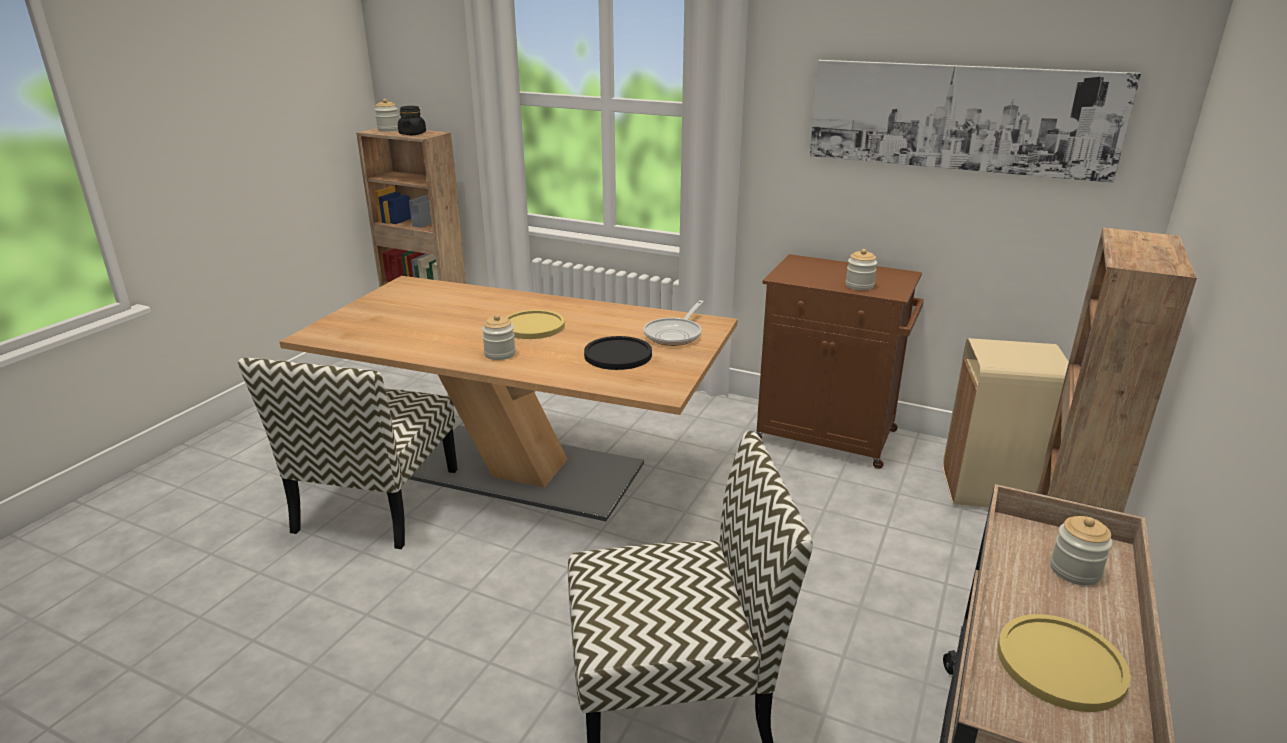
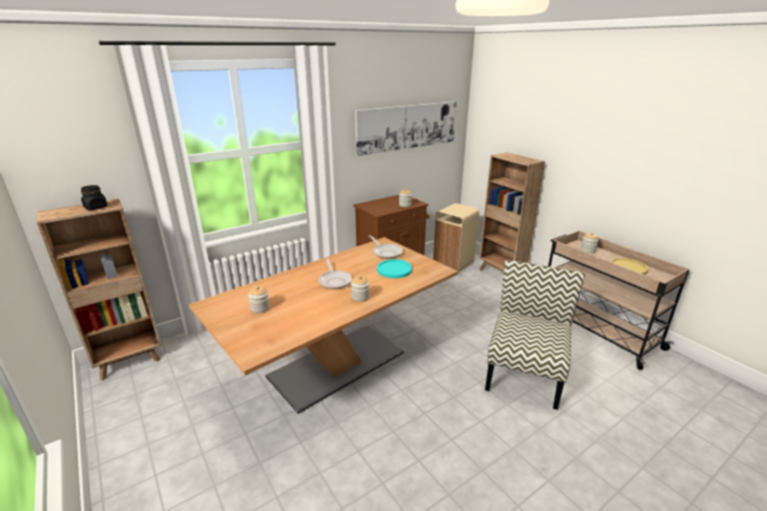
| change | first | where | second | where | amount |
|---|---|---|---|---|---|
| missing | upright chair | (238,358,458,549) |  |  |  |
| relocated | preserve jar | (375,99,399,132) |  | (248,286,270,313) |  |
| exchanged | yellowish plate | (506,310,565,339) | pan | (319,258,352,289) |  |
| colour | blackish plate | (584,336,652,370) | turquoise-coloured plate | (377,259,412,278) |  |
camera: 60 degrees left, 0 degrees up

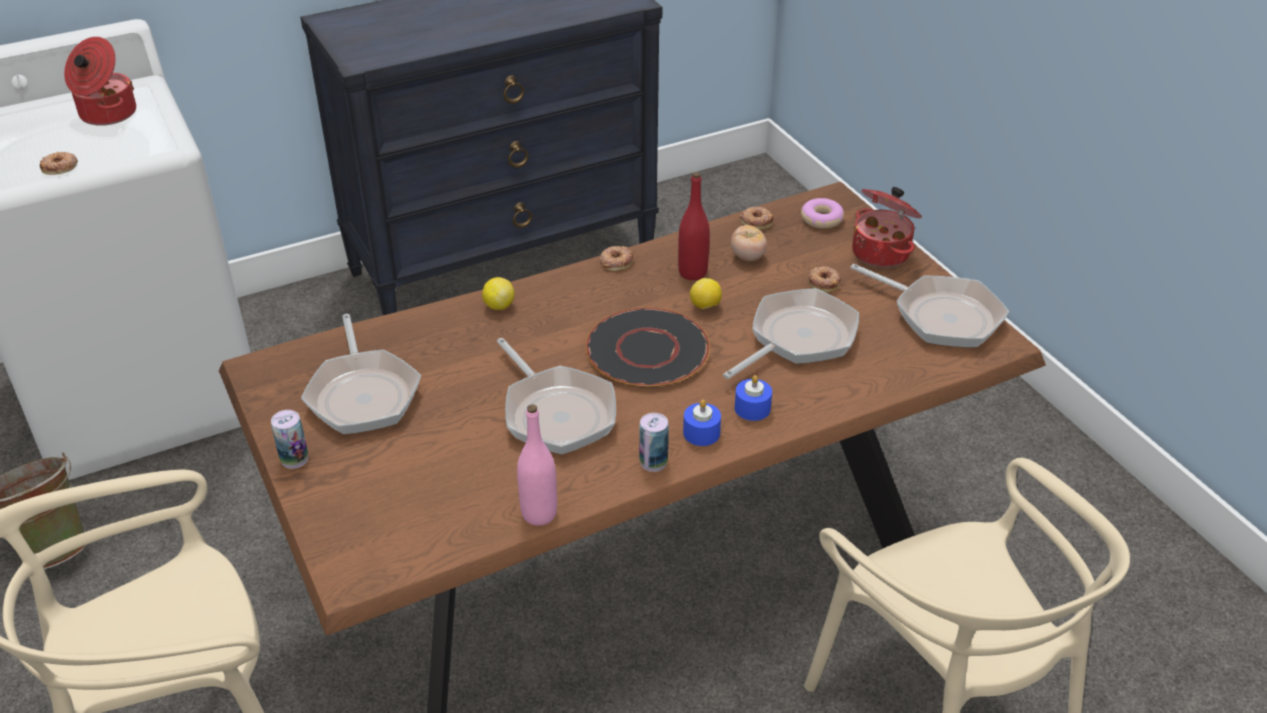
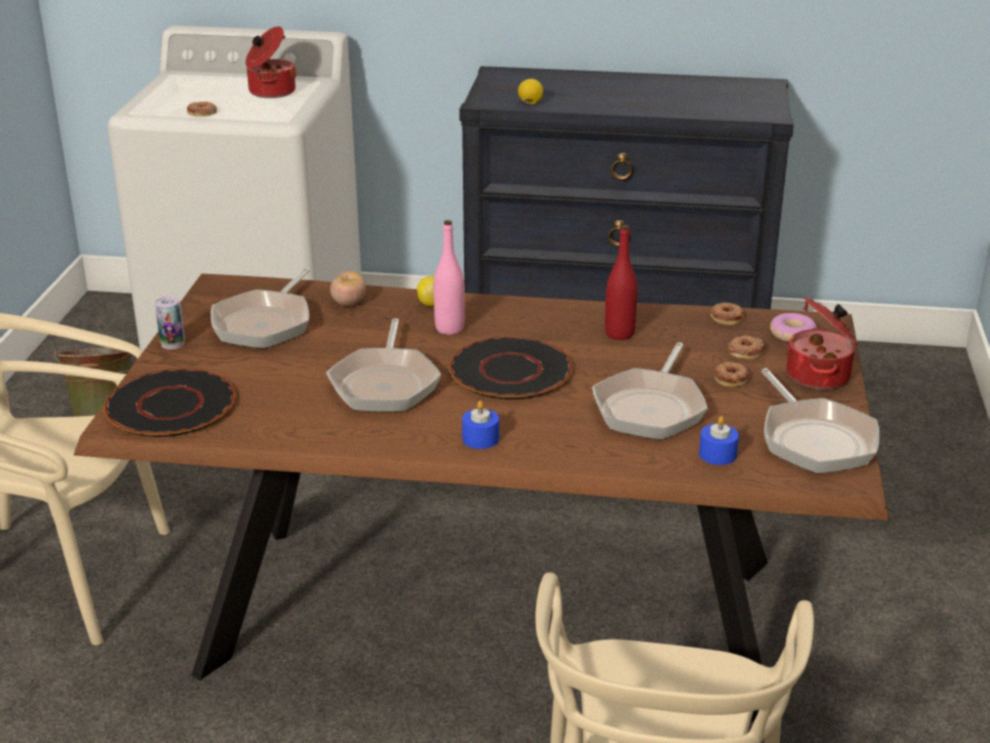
| change | first | where | second | where | amount |
|---|---|---|---|---|---|
| missing | sealed can | (639,413,669,472) |  |  |  |
| appeared |  |  | blackish plate | (104,368,235,437) |  |
| relocated | pink bottle | (517,404,557,526) |  | (434,220,465,335) |  |
| relocated | doughnut | (600,246,633,271) |  | (728,335,765,359) |  |
| relocated | whole lemon | (690,278,722,309) |  | (518,79,543,104) |  |
| relocated | fresh tomato | (731,225,767,261) |  | (330,271,366,306) |  |
| relocated | bluish candle | (735,375,772,421) |  | (699,416,739,465) |  |
| spun | pan | (723,288,859,379) |  | (592,342,708,440) | 120 degrees clockwise |
camera: 35 degrees right, 10 degrees down

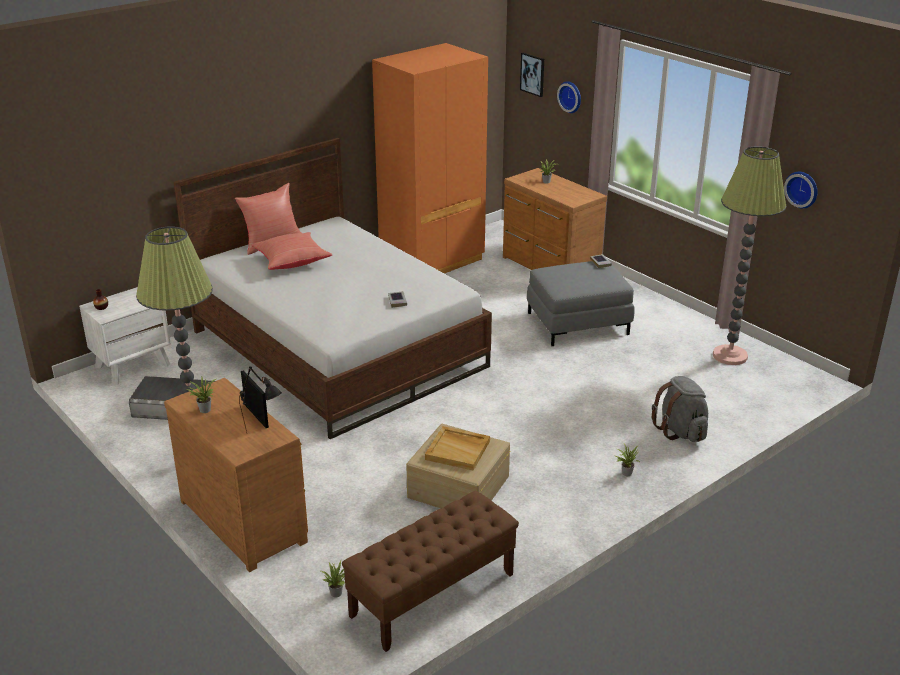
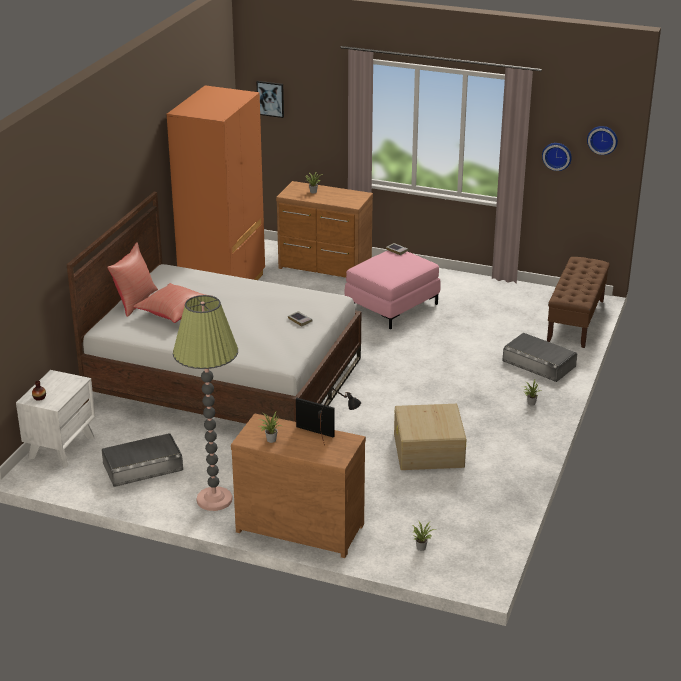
| change | first | where | second | where | amount |
|---|---|---|---|---|---|
| missing | sand-coloured tray | (425,426,490,471) |  |  |  |
| missing | standard lamp | (713,146,786,365) |  |  |  |
| relocated | brownish long seat | (342,490,519,652) |  | (547,257,610,348) |  |
| relocated | hanging clock | (557,81,581,113) |  | (587,126,618,155) |  |
| exchanged | grey knapsack | (652,376,708,442) | grey storage box | (502,333,577,382) |  |
| colour | grey pouffe | (527,261,635,346) | pink pouffe | (345,250,441,329) |  |
camera: 30 degrees left, 0 degrees up

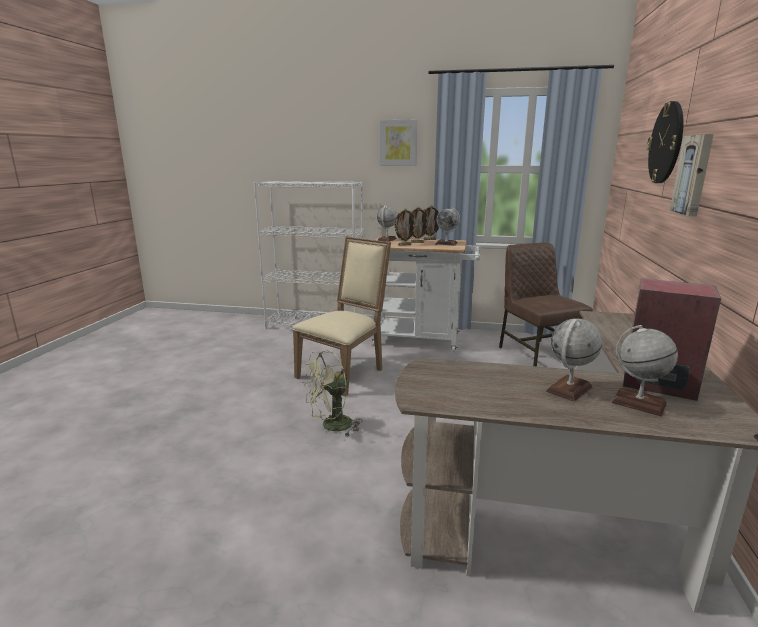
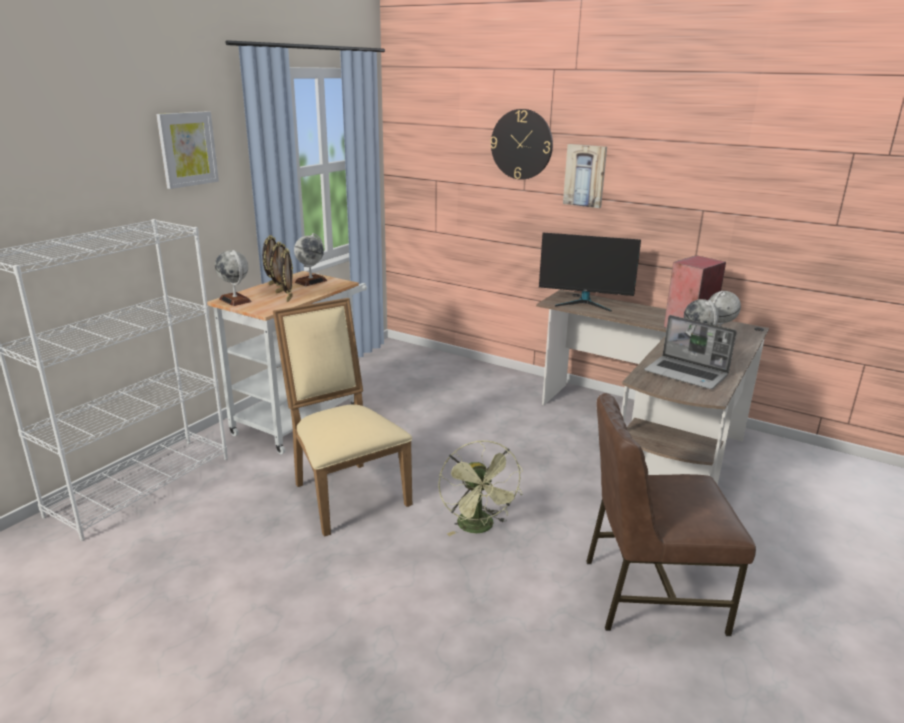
| change | first | where | second | where | amount |
|---|---|---|---|---|---|
| appeared |  |  | computer display | (539,233,641,312) |  |
| appeared |  |  | notebook computer | (644,315,737,389) |  |
| relocated | brownish upright chair | (499,243,593,366) |  | (586,393,756,636) |  |
camera: 70 degrees left, 5 degrees up

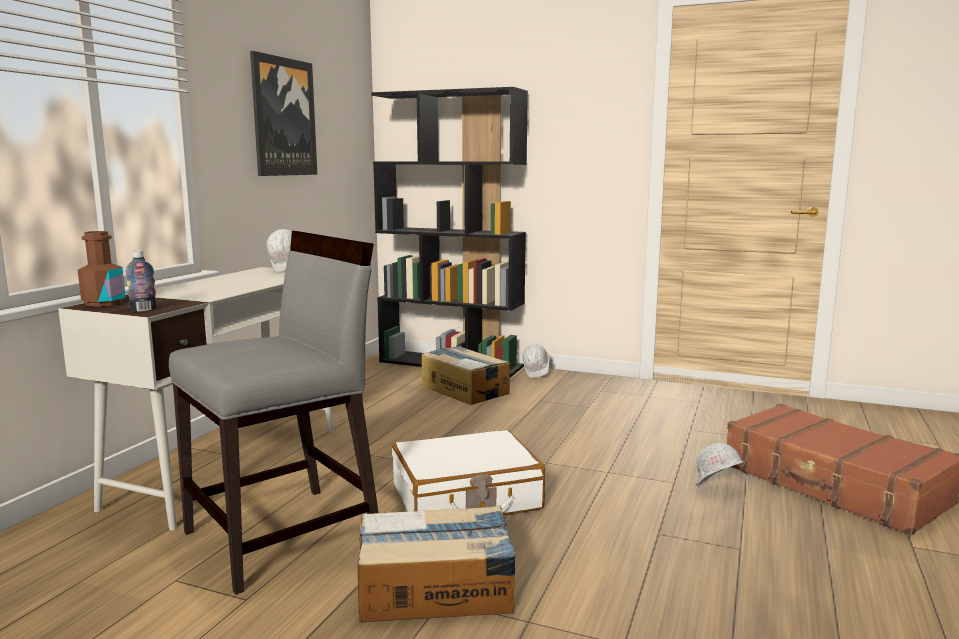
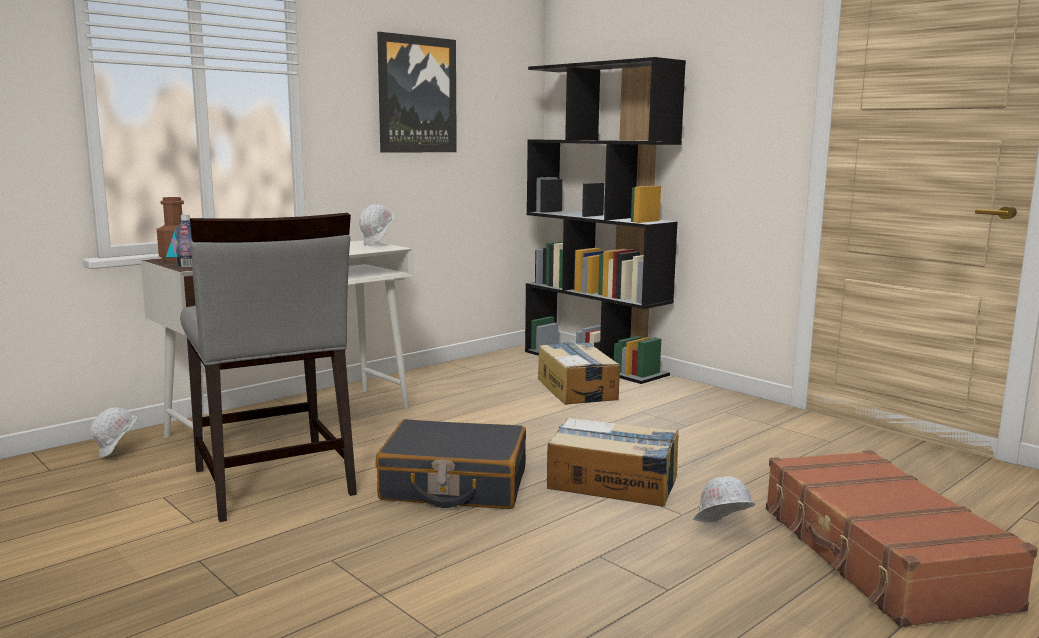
| change | first | where | second | where | amount |
|---|---|---|---|---|---|
| relocated | packing box | (357,505,515,622) |  | (547,418,679,507) |  |
| relocated | white-coloured work helmet | (523,344,550,378) |  | (91,407,137,457) |  |
| colour | white-coloured suitcase | (392,430,545,515) | blackish suitcase | (375,419,526,509) |  |
| spun | grey upright chair | (169,231,378,594) |  | (180,213,357,522) | 75 degrees clockwise |
camera: 25 degrees right, 0 degrees up

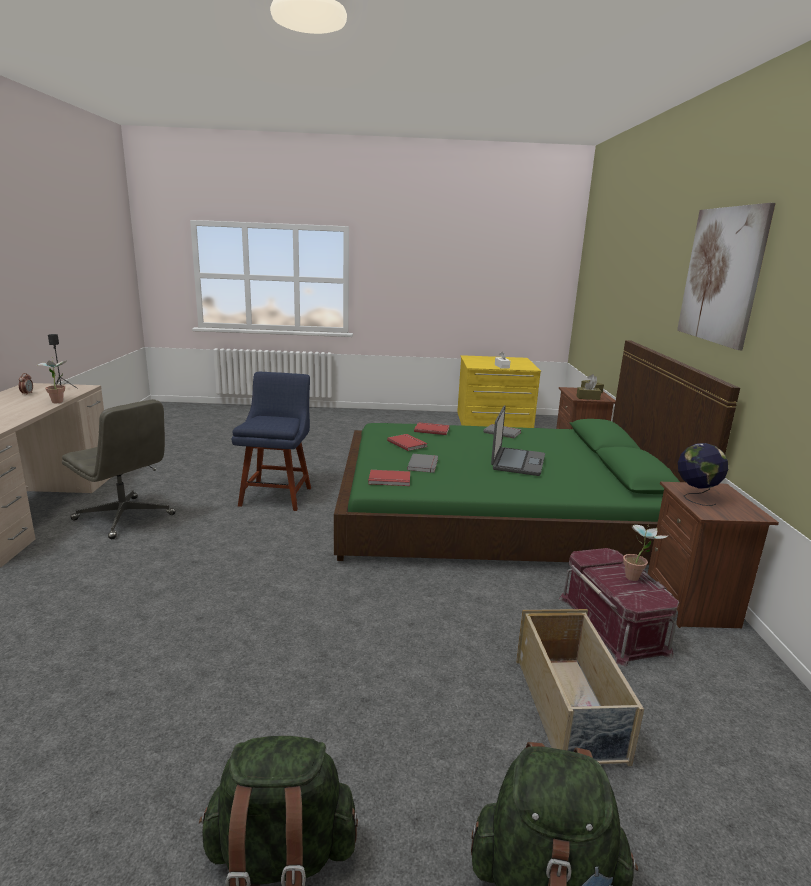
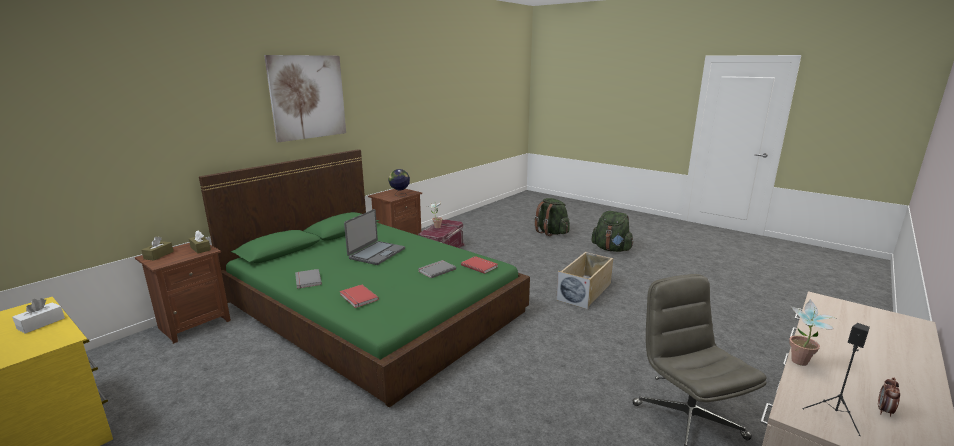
| change | first | where | second | where | amount |
|---|---|---|---|---|---|
| missing | bluish upright chair | (232,372,311,511) |  |  |  |
| missing | red volume | (387,434,428,451) |  |  |  |
| relocated | sand-coloured storage box | (516,609,644,766) |  | (556,252,613,309) |  |
| spun | notebook computer | (491,405,545,476) |  | (344,209,405,265) | 150 degrees clockwise |
camera: 140 degrees left, 0 degrees up

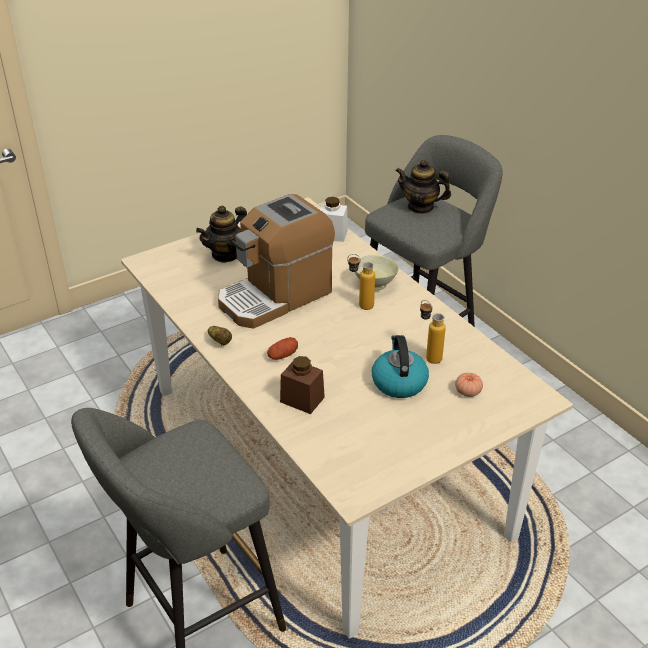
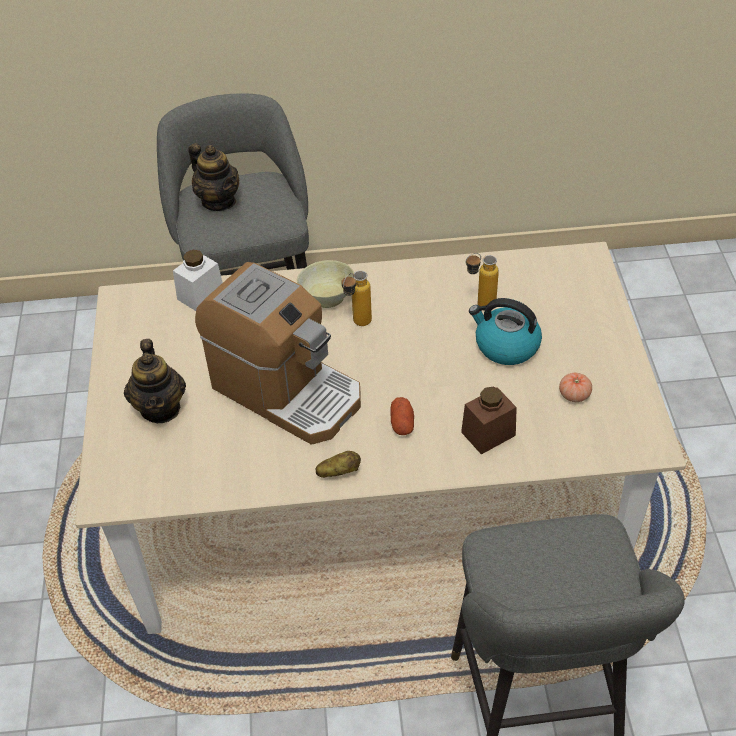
| change | first | where | second | where | amount |
|---|---|---|---|---|---|
| relocated | fresh tomato | (455,373,483,397) |  | (559,373,592,402) |  |
| spun | coffee maker | (218,194,335,329) |  | (195,262,361,445) | 45 degrees counterclockwise |
| spun | teapot | (395,160,451,214) |  | (188,143,239,211) | 90 degrees counterclockwise |
camera: 60 degrees left, 10 degrees up

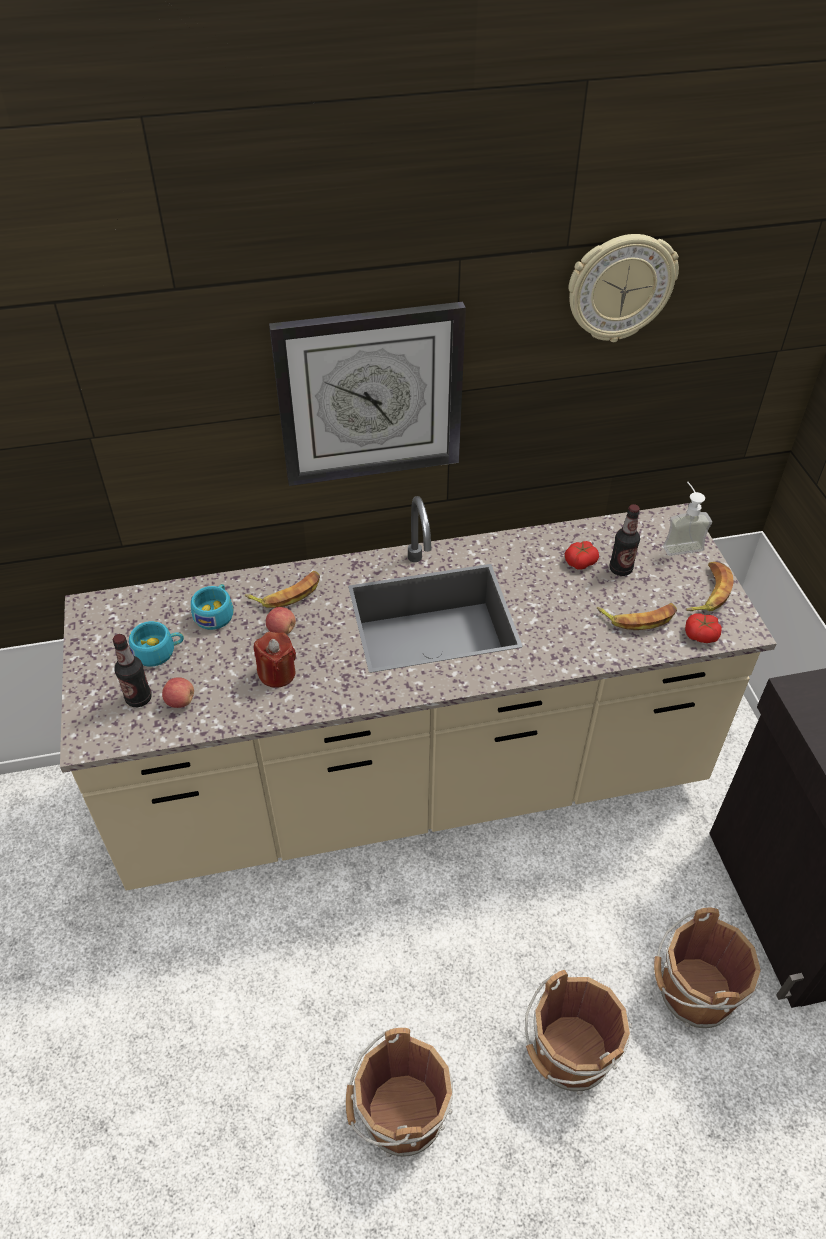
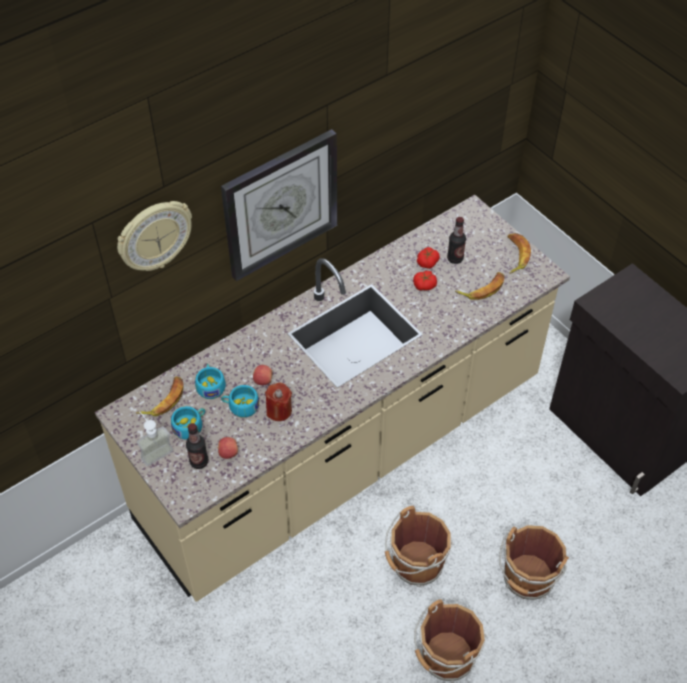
| change | first | where | second | where | amount |
|---|---|---|---|---|---|
| appeared |  |  | turquoise-coloured drinking cup | (221,385,259,417) |  |
| relocated | banana fruit | (245,571,320,608) |  | (136,376,183,416) |  |
| relocated | hanging clock | (568,234,679,342) |  | (117,201,192,271) |  |
| relocated | brownish pail | (654,908,761,1028) |  | (385,506,454,587) |  |
| relocated | liquid soap bottle | (663,482,712,556) |  | (137,411,173,466) |  |
| relocated | fresh tomato | (685,613,722,643) |  | (413,271,437,291) |  |
camera: 25 degrees left, 5 degrees up

